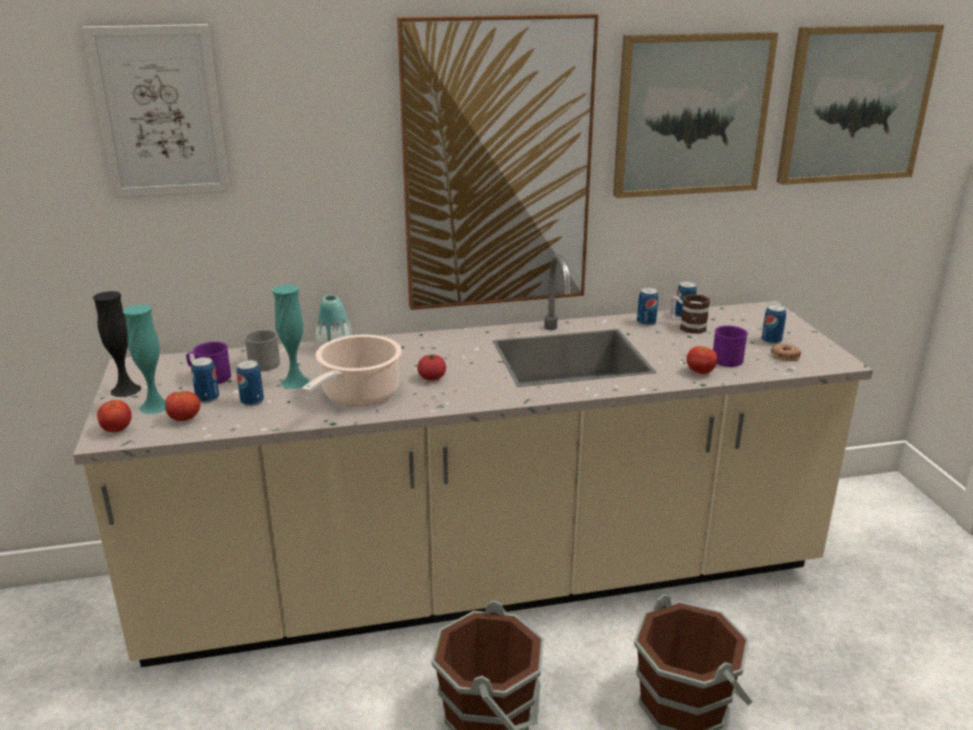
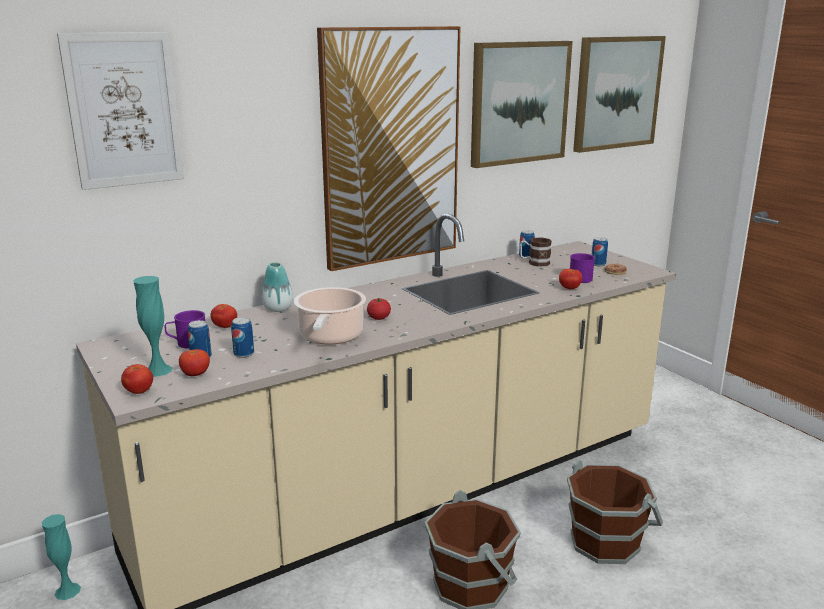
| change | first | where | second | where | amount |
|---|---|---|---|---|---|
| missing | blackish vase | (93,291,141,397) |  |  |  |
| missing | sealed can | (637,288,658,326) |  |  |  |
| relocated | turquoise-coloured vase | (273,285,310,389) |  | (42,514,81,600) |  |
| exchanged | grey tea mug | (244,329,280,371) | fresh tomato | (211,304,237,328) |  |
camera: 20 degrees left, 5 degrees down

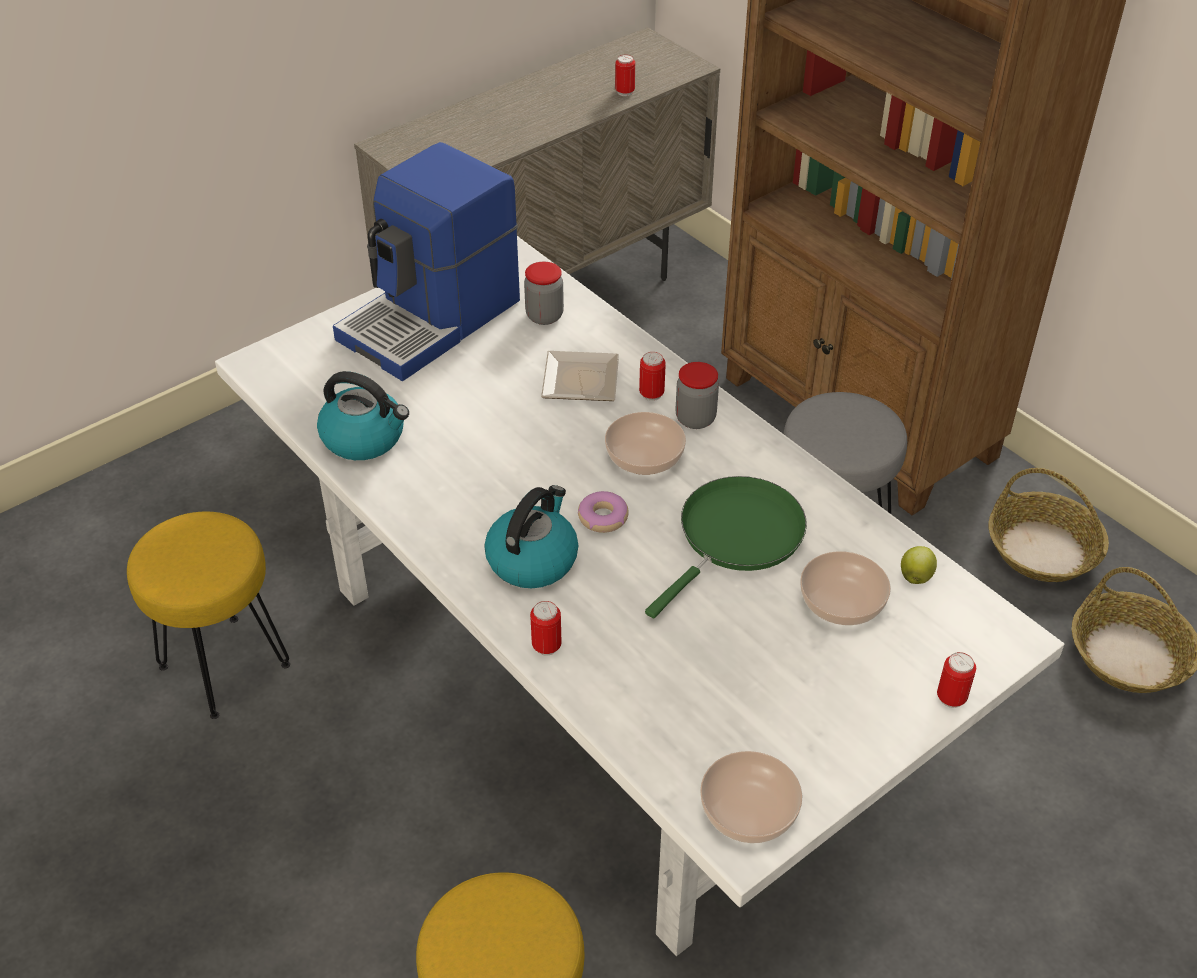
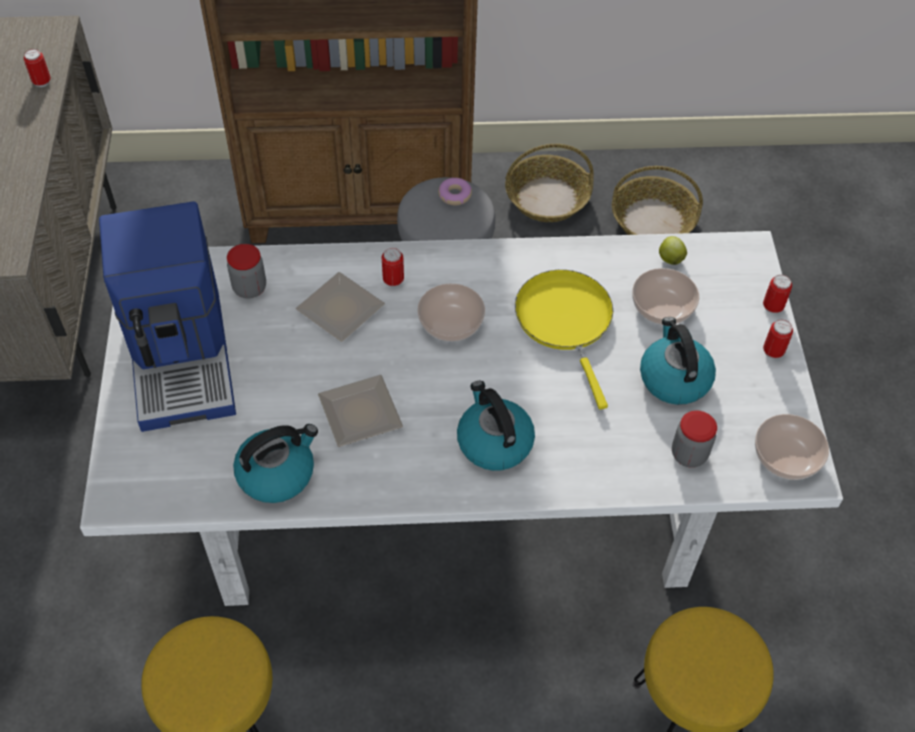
| change | first | where | second | where | amount |
|---|---|---|---|---|---|
| appeared |  |  | plate | (318,375,403,447) |  |
| appeared |  |  | water kettle | (640,317,716,405) |  |
| relocated | sealed can | (530,601,561,656) |  | (763,320,793,359) |  |
| relocated | doughnut | (578,491,629,533) |  | (438,178,472,205) |  |
| relocated | preserve jar | (675,362,719,429) |  | (672,410,717,468) |  |
| colour | green pan | (645,476,807,618) | yellowish pan | (515,270,613,410) |  |
camera: 55 degrees left, 10 degrees up

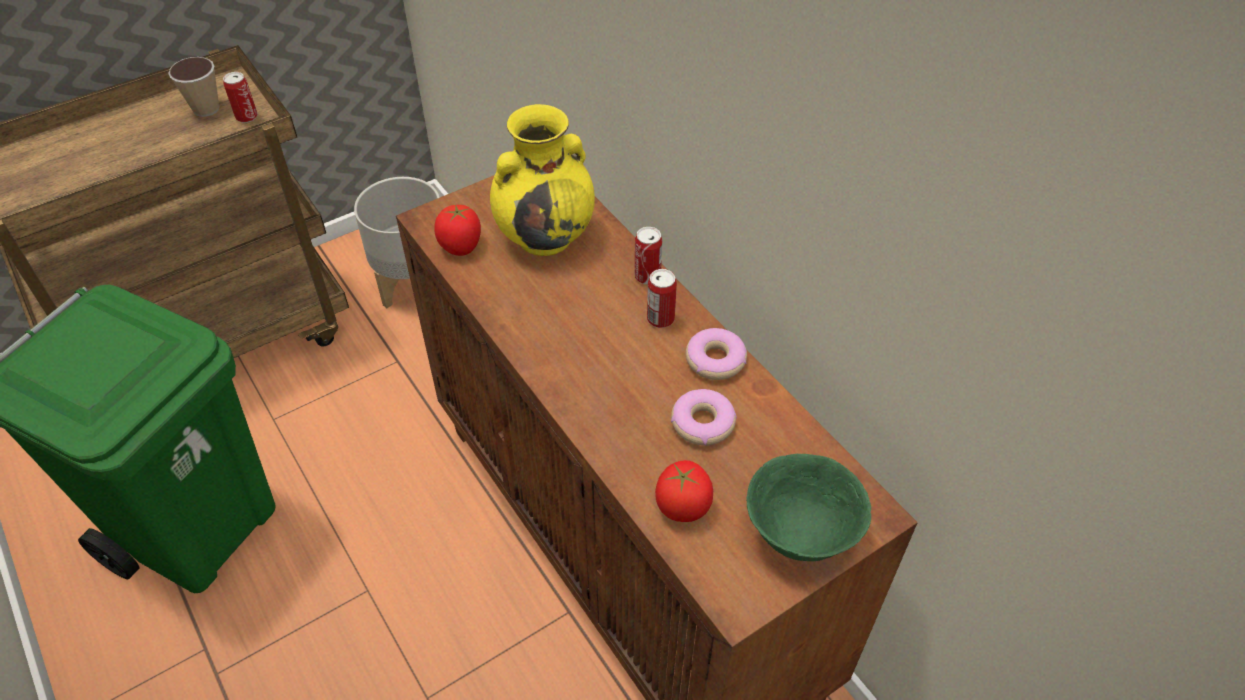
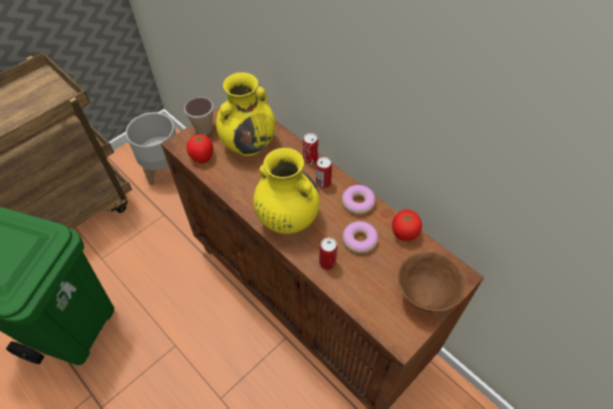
| change | first | where | second | where | amount |
|---|---|---|---|---|---|
| appeared |  |  | yellowish vase | (253,148,320,234) |  |
| relocated | drinking cup | (168,57,219,117) |  | (184,97,213,135) |  |
| relocated | sealed can | (223,72,258,123) |  | (319,238,337,270) |  |
| relocated | fresh tomato | (655,460,713,522) |  | (392,209,422,241) |  |
| colour | green deep dish | (746,454,871,561) | brownish deep dish | (398,252,467,312) |  |
camera: 10 degrees left, 5 degrees up

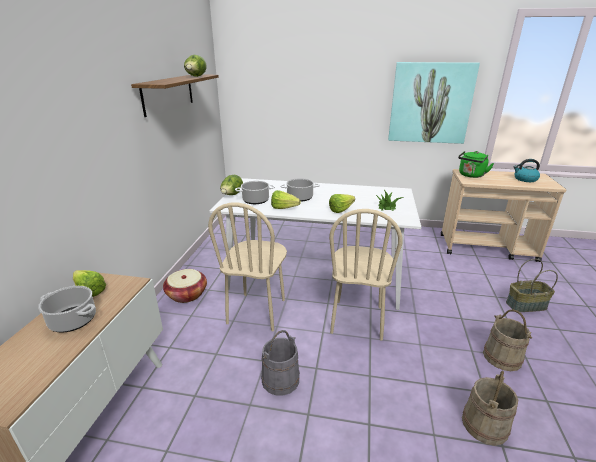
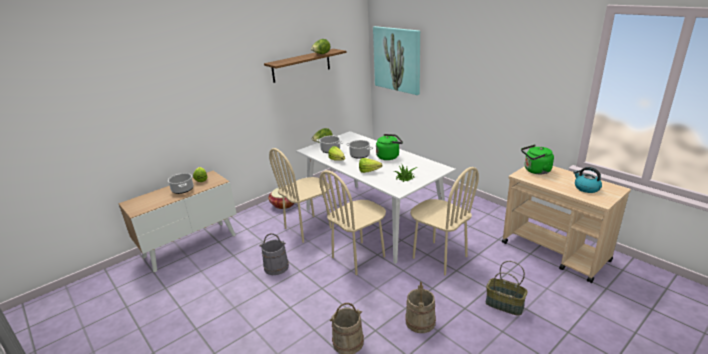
| change | first | where | second | where | amount |
|---|---|---|---|---|---|
| appeared |  |  | green water kettle | (376,134,403,160) |  |
| appeared |  |  | sand-coloured upright chair | (410,167,479,275) |  |
| relocated | wall picture | (388,62,480,144) |  | (373,26,420,95) |  |
camera: 40 degrees right, 0 degrees up

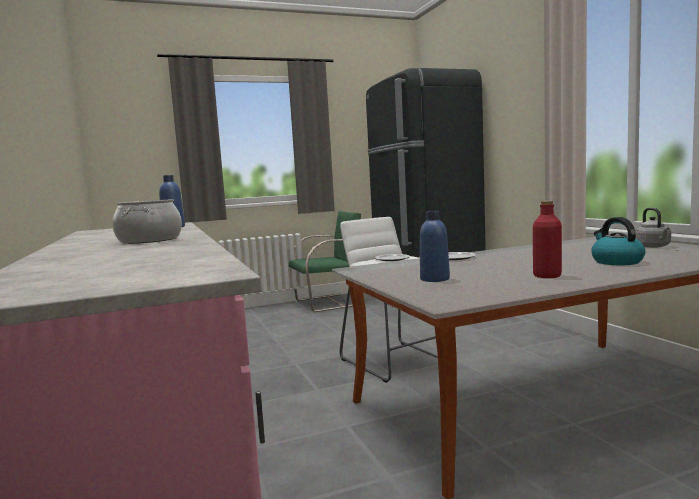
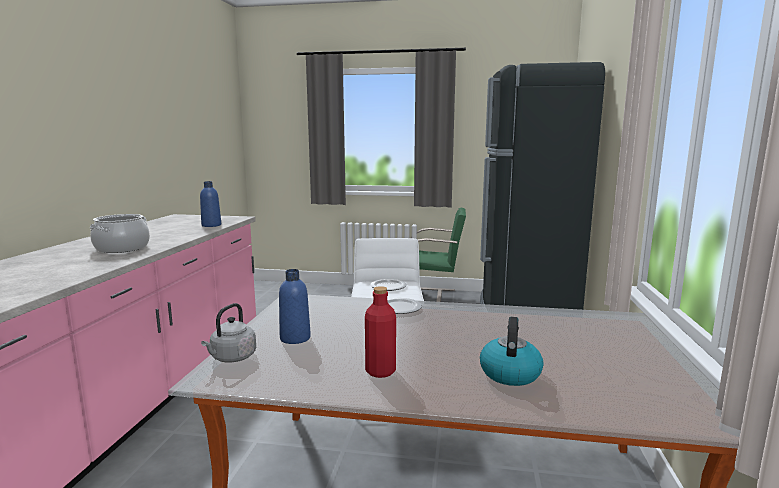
| change | first | where | second | where | amount |
|---|---|---|---|---|---|
| relocated | grey water kettle | (635,208,671,248) |  | (201,303,256,363) |  |
camera: 30 degrees right, 5 degrees up

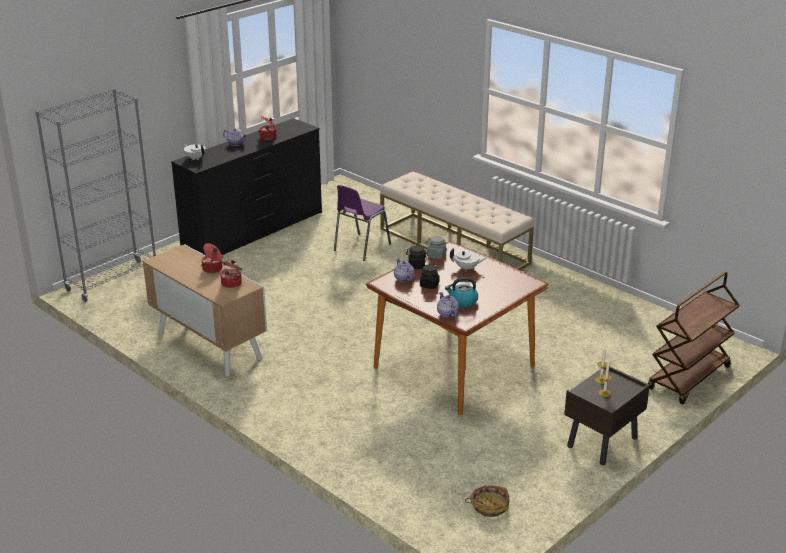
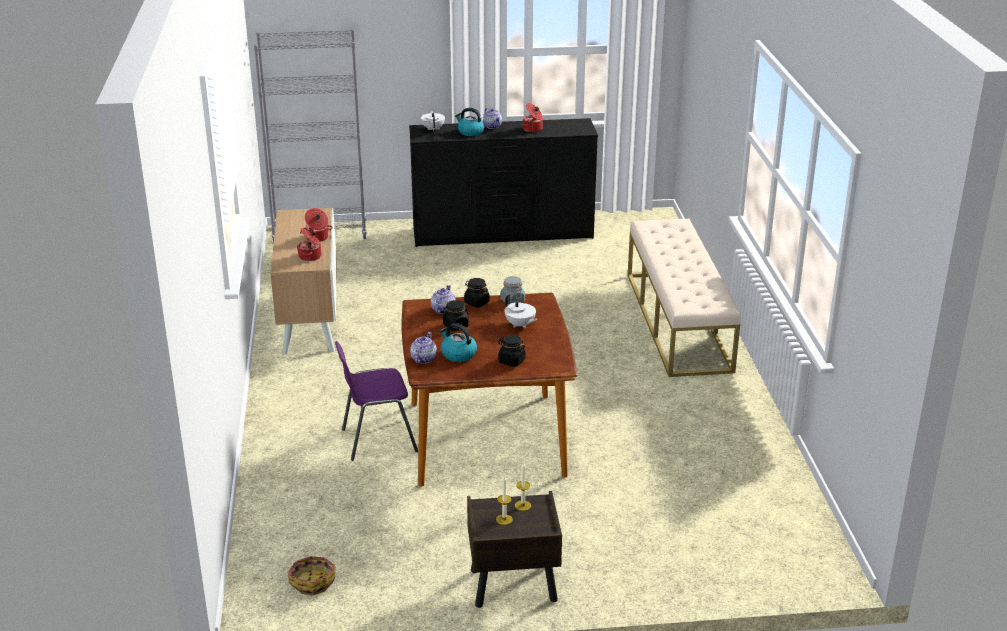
| change | first | where | second | where | amount |
|---|---|---|---|---|---|
| missing | brownish cart | (648,272,740,404) |  |  |  |
| appeared |  |  | water kettle | (455,108,485,136) |  |
| appeared |  |  | blackish preserve jar | (498,335,526,367) |  |
| relocated | purplish upright chair | (334,185,391,261) |  | (335,341,418,461) |  |
camera: 40 degrees right, 0 degrees up

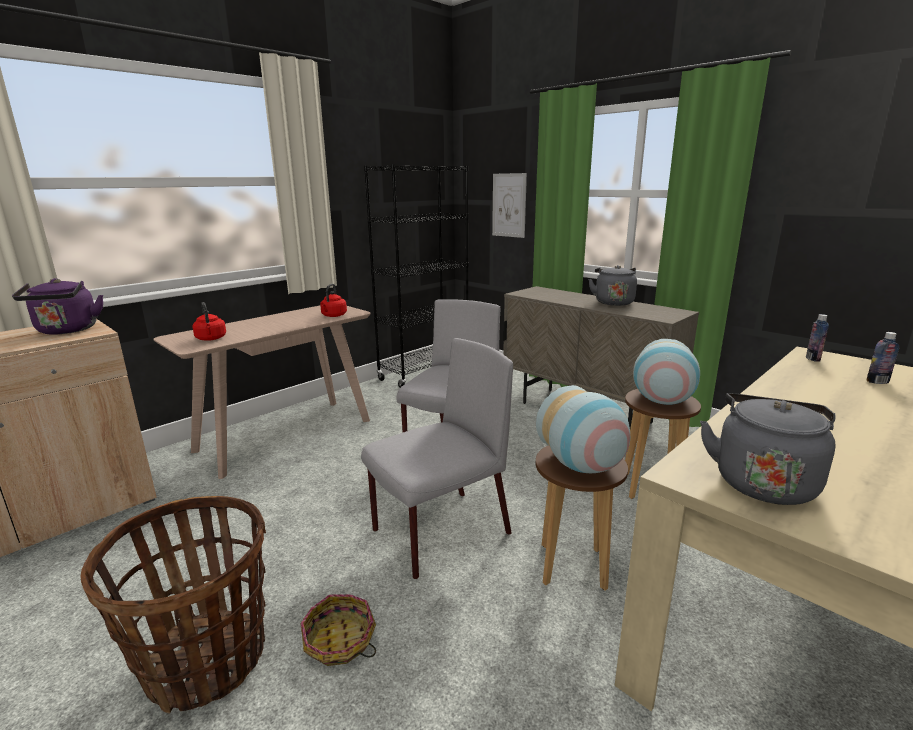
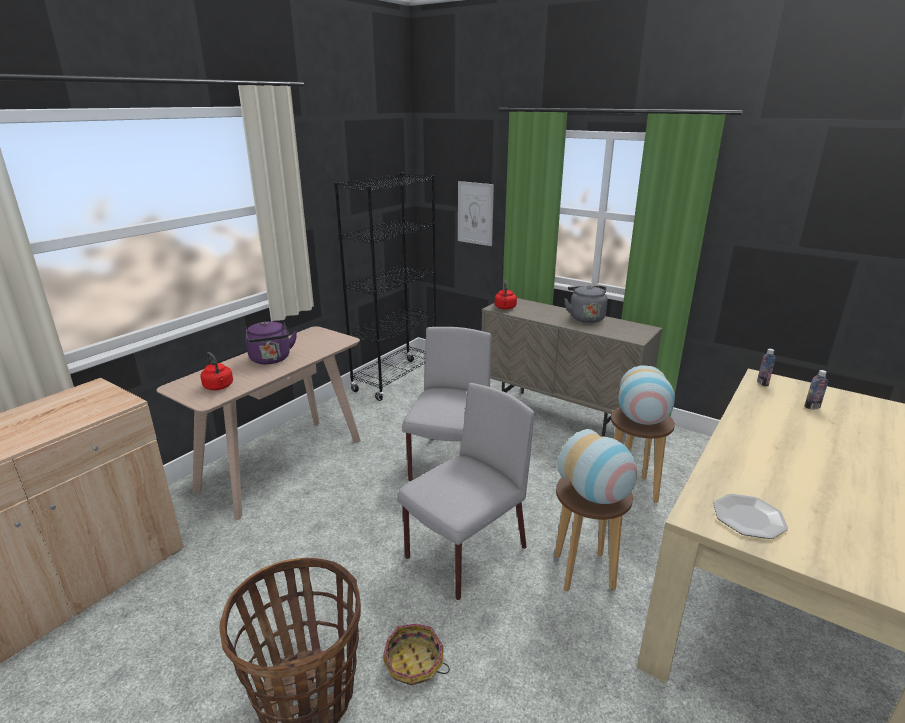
| change | first | where | second | where | amount |
|---|---|---|---|---|---|
| relocated | purplish water kettle | (12,278,103,335) |  | (245,321,297,364) |  |
| relocated | red water kettle | (320,284,347,317) |  | (495,281,517,310) |  |
| exchanged | grey water kettle | (700,393,836,505) | plate | (713,494,788,539) |  |
camera: 10 degrees left, 5 degrees up

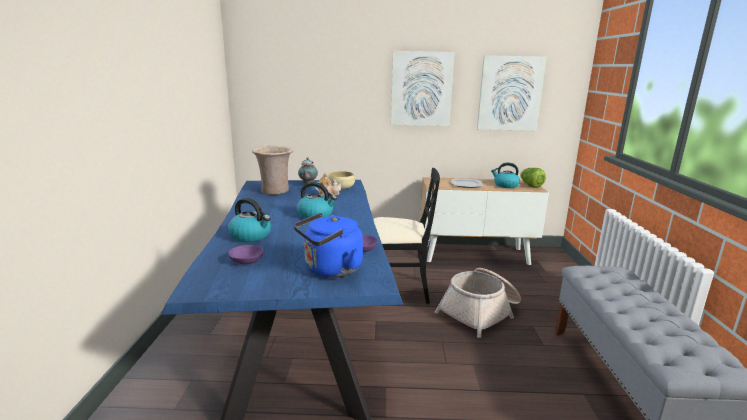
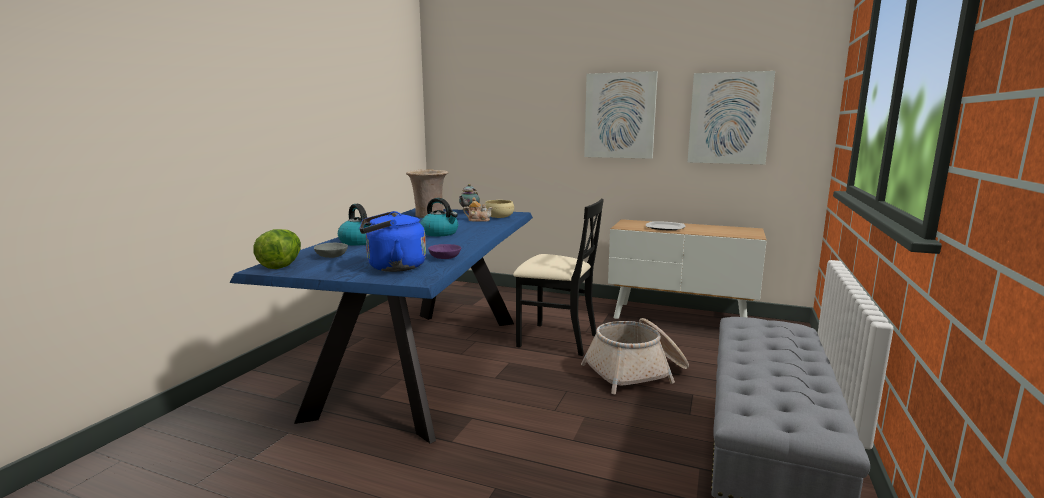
| change | first | where | second | where | amount |
|---|---|---|---|---|---|
| missing | water kettle | (491,162,520,188) |  |  |  |
| relocated | lettuce head | (520,168,546,188) |  | (253,229,301,269) |  |
| colour | purplish deep dish | (228,245,264,264) | grey deep dish | (314,243,348,258) |  |
camera: 20 degrees right, 5 degrees down

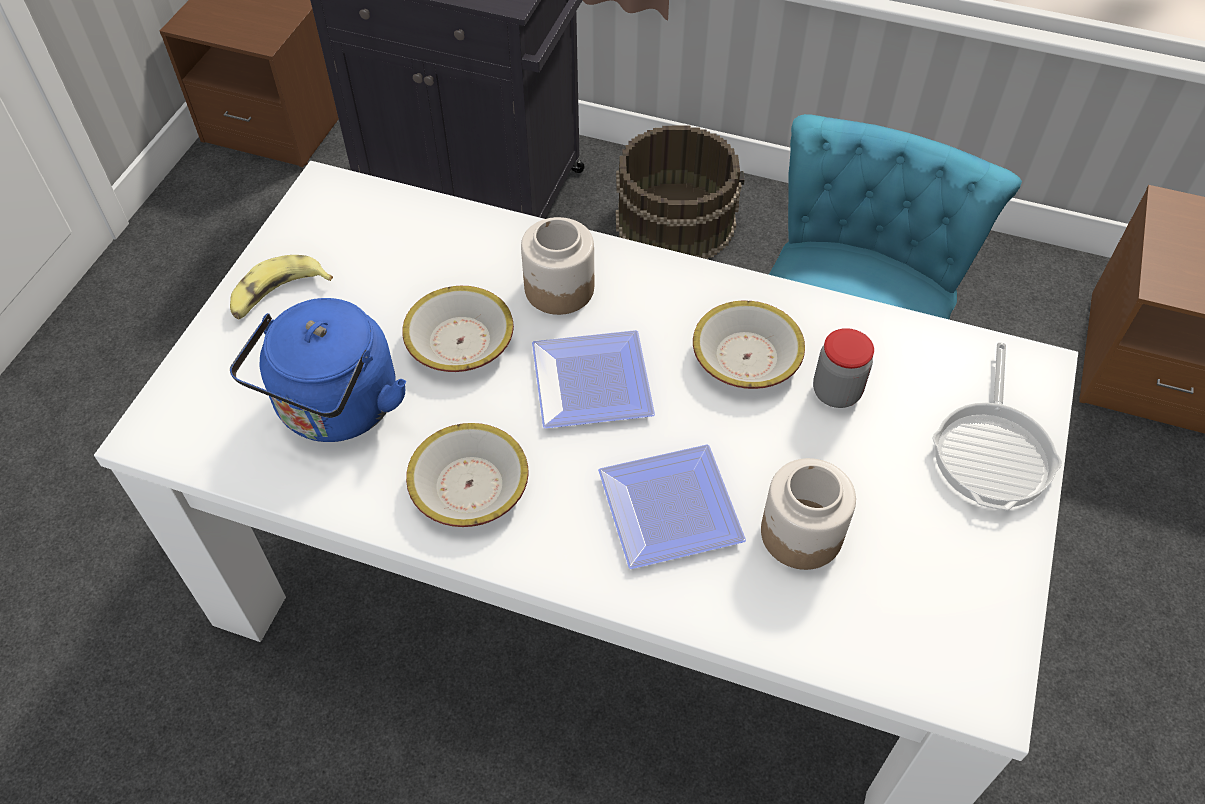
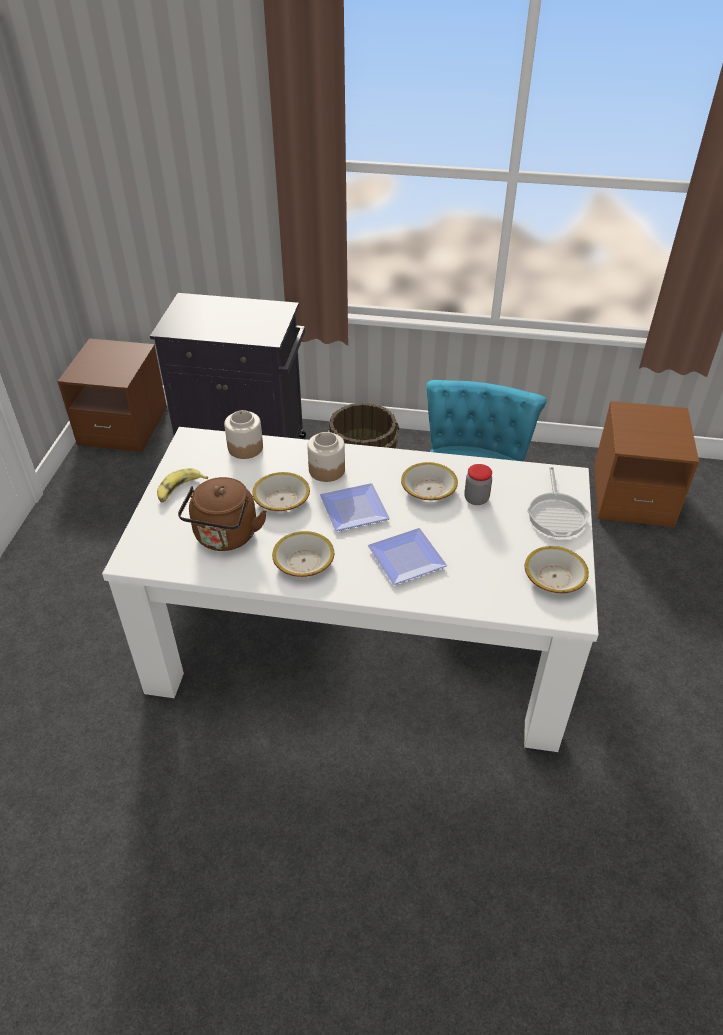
| change | first | where | second | where | amount |
|---|---|---|---|---|---|
| appeared |  |  | deep dish | (525,546,589,593) |  |
| relocated | preserve jar | (761,458,856,570) |  | (224,410,263,459) |  |
| colour | bluish water kettle | (230,298,406,442) | brownish water kettle | (178,477,267,551) |  |
camera: 10 degrees left, 10 degrees down

